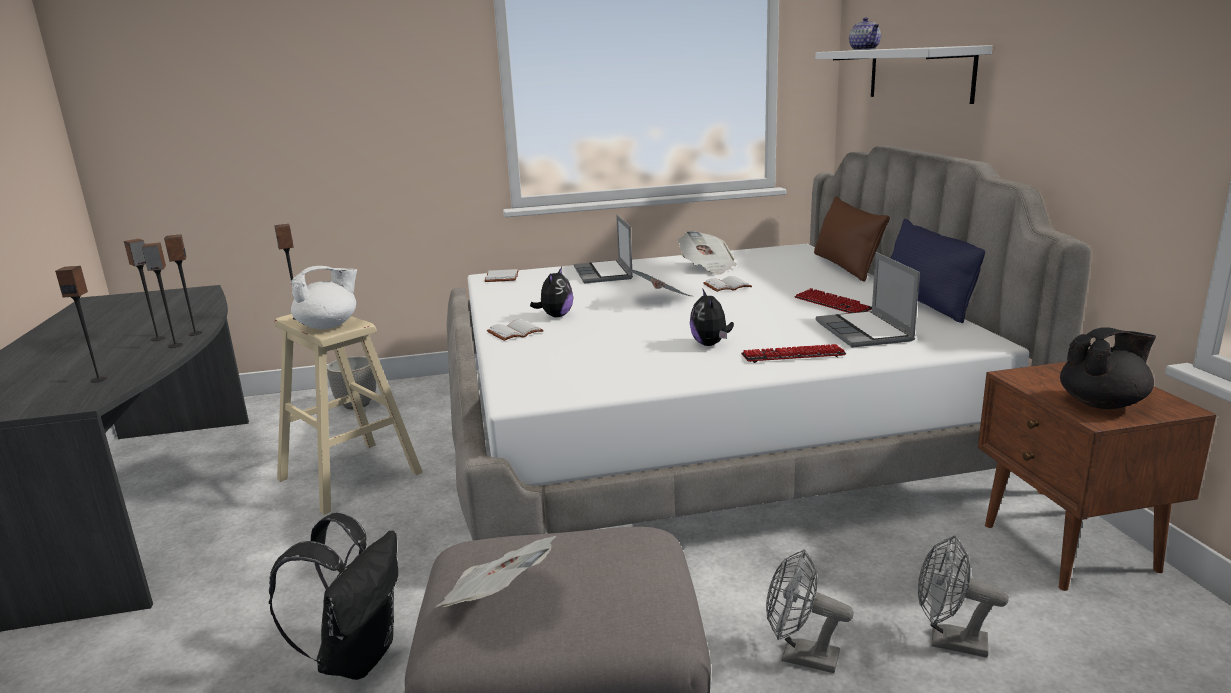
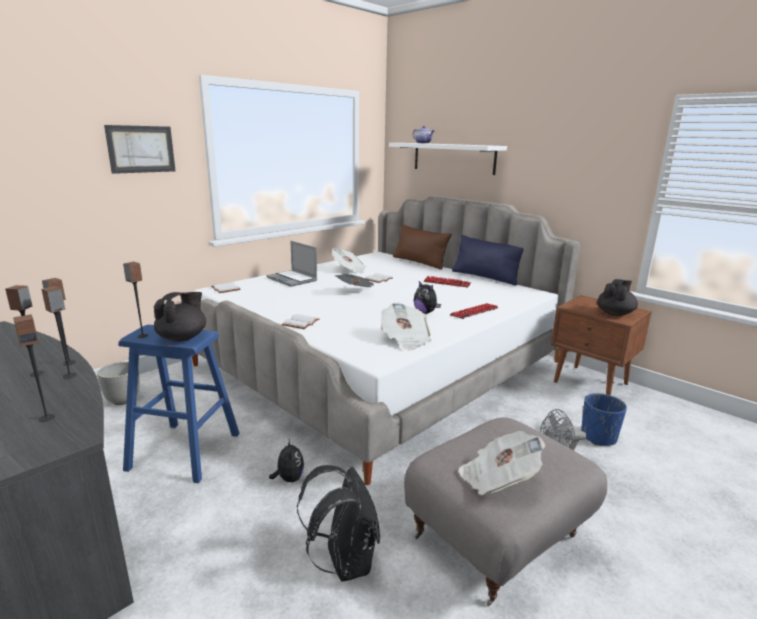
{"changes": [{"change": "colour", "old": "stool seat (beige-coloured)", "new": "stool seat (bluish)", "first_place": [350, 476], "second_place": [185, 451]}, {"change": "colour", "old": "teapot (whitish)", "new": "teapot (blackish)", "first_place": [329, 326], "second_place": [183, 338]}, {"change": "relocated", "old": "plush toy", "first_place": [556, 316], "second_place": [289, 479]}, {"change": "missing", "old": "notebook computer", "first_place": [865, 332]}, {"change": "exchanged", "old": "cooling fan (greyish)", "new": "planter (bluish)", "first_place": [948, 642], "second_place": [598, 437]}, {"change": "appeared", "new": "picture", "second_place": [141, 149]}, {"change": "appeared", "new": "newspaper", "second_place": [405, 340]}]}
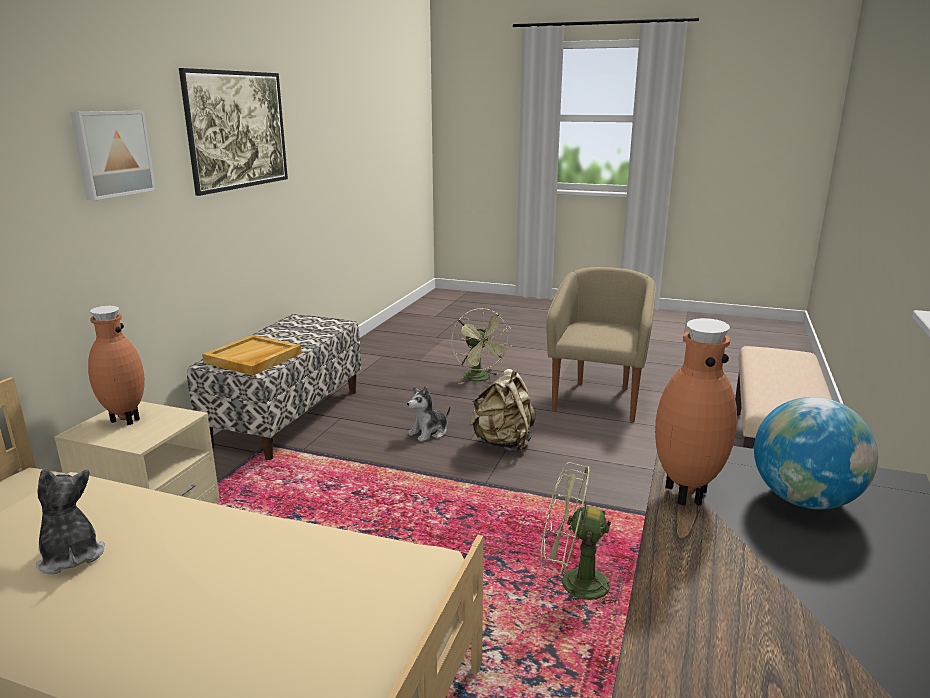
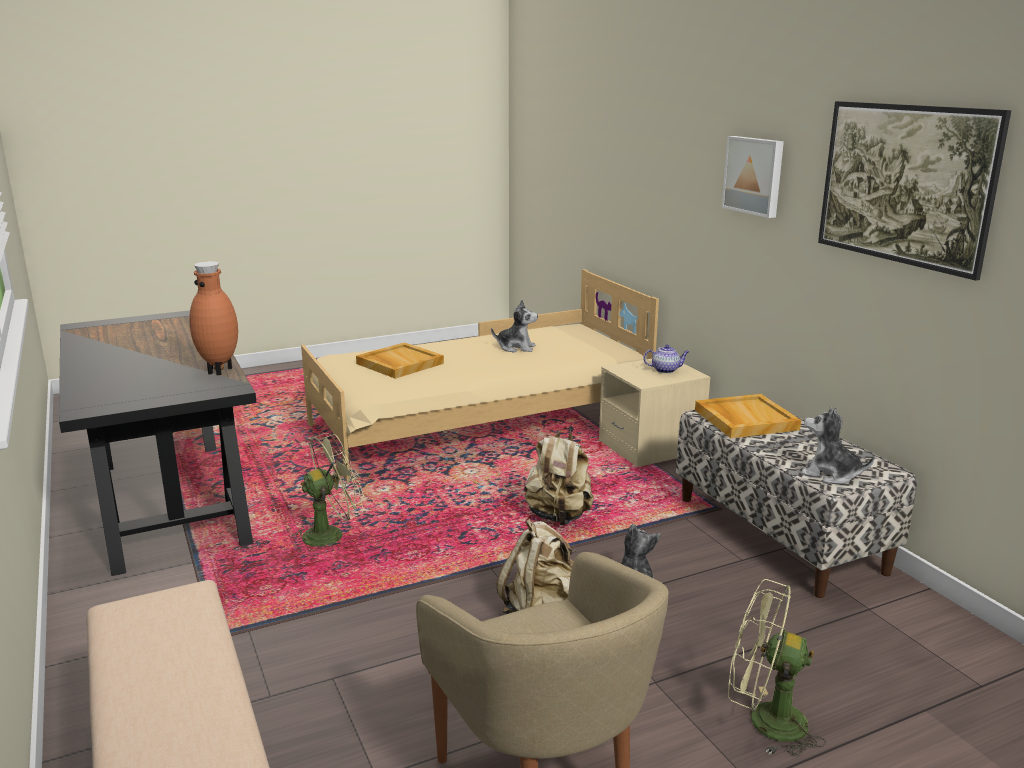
{"changes": [{"change": "exchanged", "old": "flower vase (brownish)", "new": "teapot", "first_place": [124, 420], "second_place": [666, 370]}, {"change": "missing", "old": "desk globe", "first_place": [804, 500]}, {"change": "appeared", "new": "carrying tray (beige-coloured)", "second_place": [399, 363]}, {"change": "appeared", "new": "knapsack (beige-coloured)", "second_place": [559, 517]}, {"change": "appeared", "new": "plush toy", "second_place": [830, 474]}]}
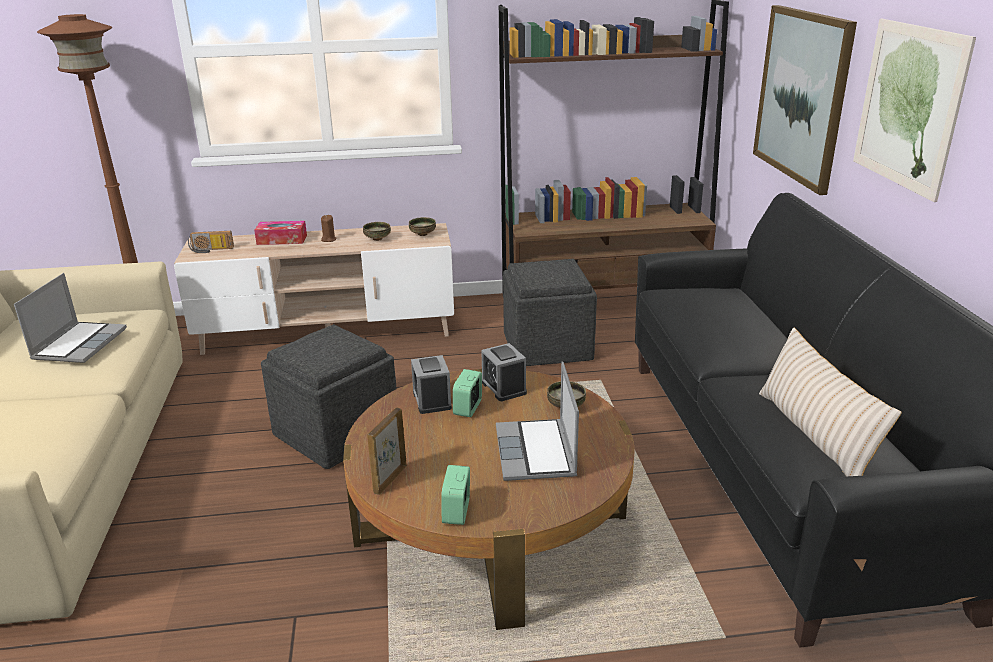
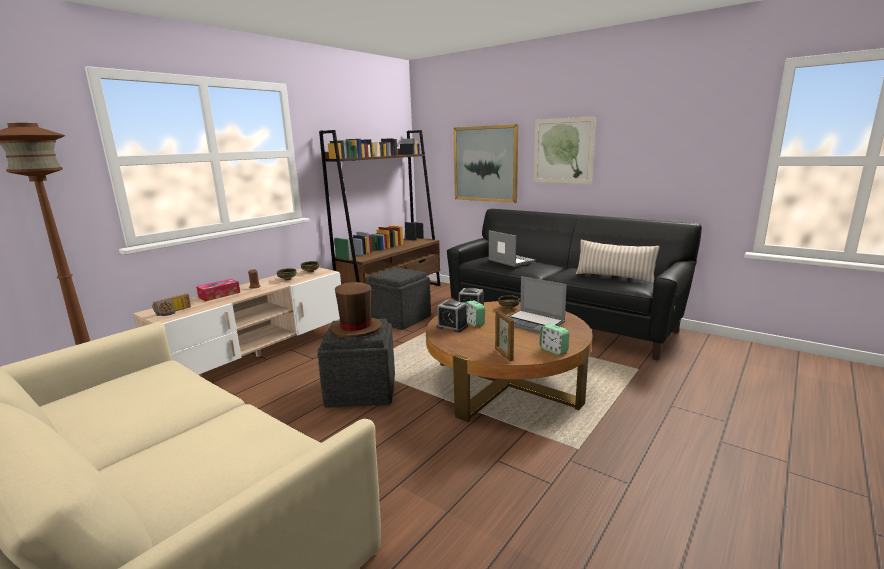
{"changes": [{"change": "relocated", "old": "notebook computer", "first_place": [79, 343], "second_place": [510, 261]}, {"change": "appeared", "new": "wearable hat (brownish)", "second_place": [356, 329]}]}
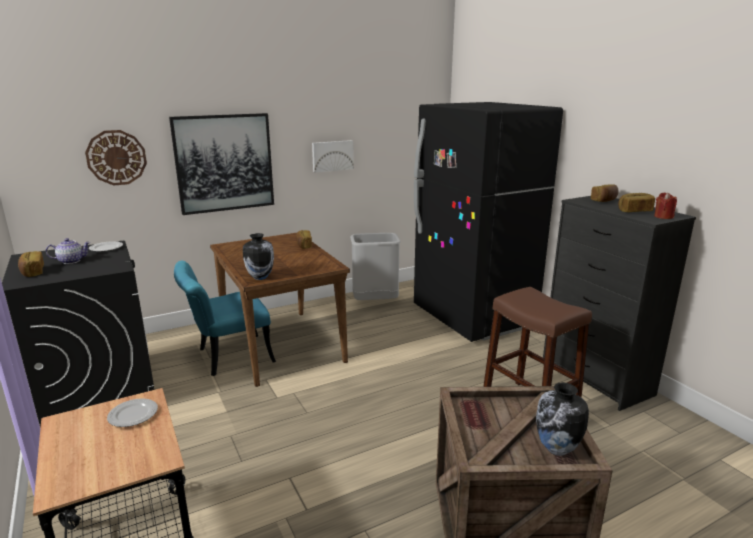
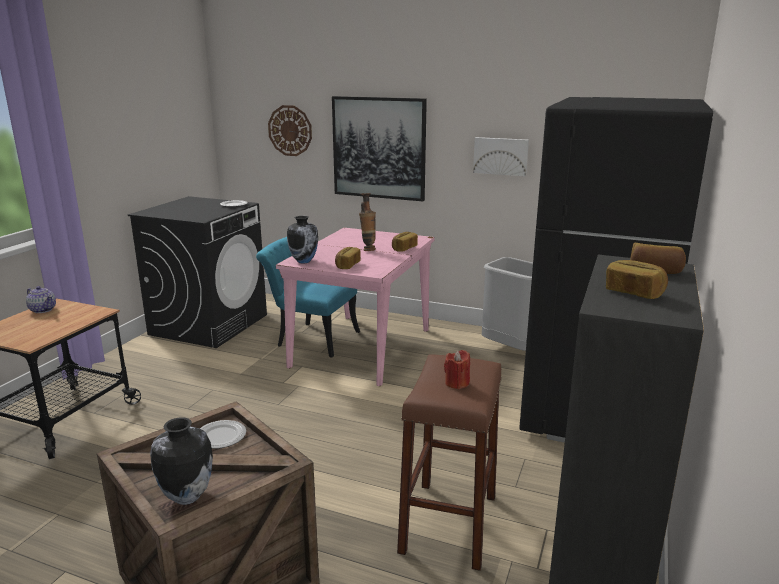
{"changes": [{"change": "relocated", "old": "bread", "first_place": [32, 272], "second_place": [347, 265]}, {"change": "relocated", "old": "teapot", "first_place": [71, 261], "second_place": [43, 310]}, {"change": "relocated", "old": "plate", "first_place": [132, 415], "second_place": [220, 436]}, {"change": "colour", "old": "kitchen table (brownish)", "new": "kitchen table (pink-coloured)", "first_place": [281, 344], "second_place": [362, 347]}, {"change": "relocated", "old": "candle (red)", "first_place": [663, 217], "second_place": [457, 383]}, {"change": "appeared", "new": "flower vase", "second_place": [368, 250]}]}
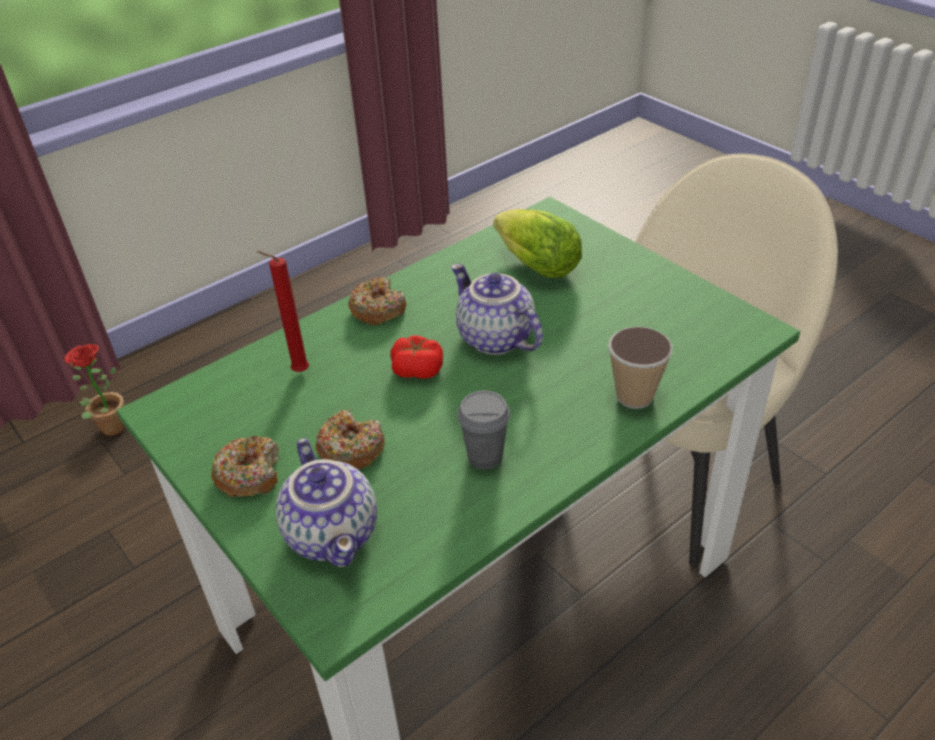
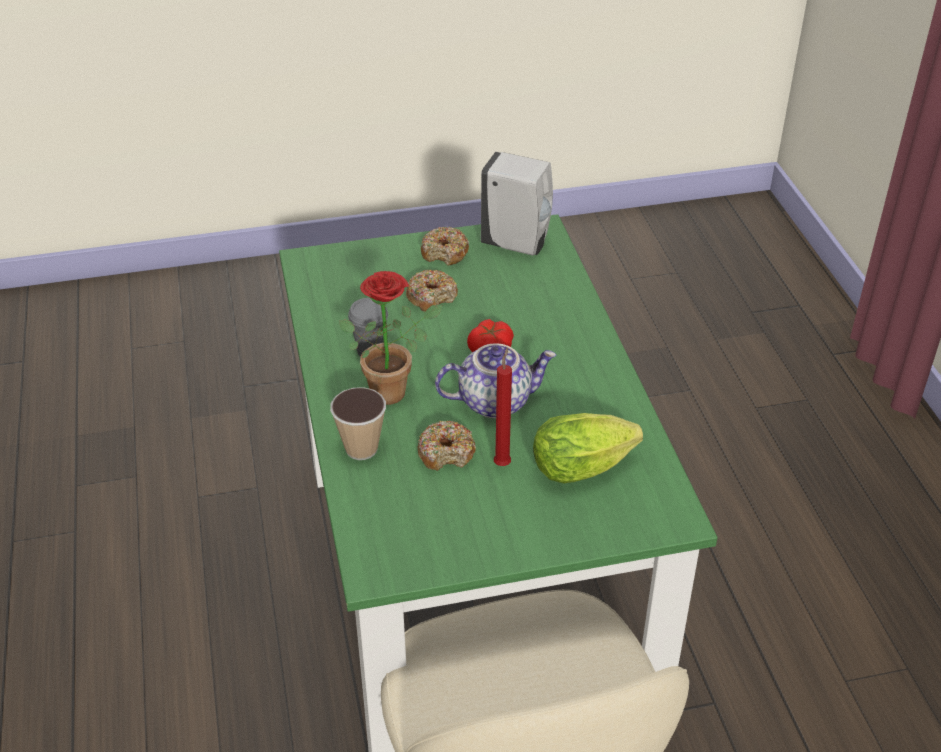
{"changes": [{"change": "relocated", "old": "houseplant", "first_place": [109, 426], "second_place": [394, 389]}, {"change": "relocated", "old": "candle (red)", "first_place": [298, 372], "second_place": [503, 463]}, {"change": "missing", "old": "teapot", "first_place": [335, 534]}, {"change": "relocated", "old": "ring doughnut", "first_place": [378, 309], "second_place": [446, 453]}, {"change": "appeared", "new": "liquid soap bottle (whitish)", "second_place": [518, 244]}]}
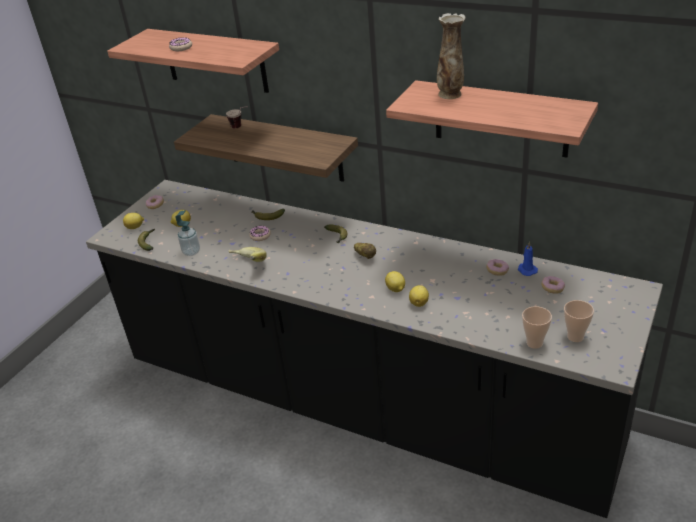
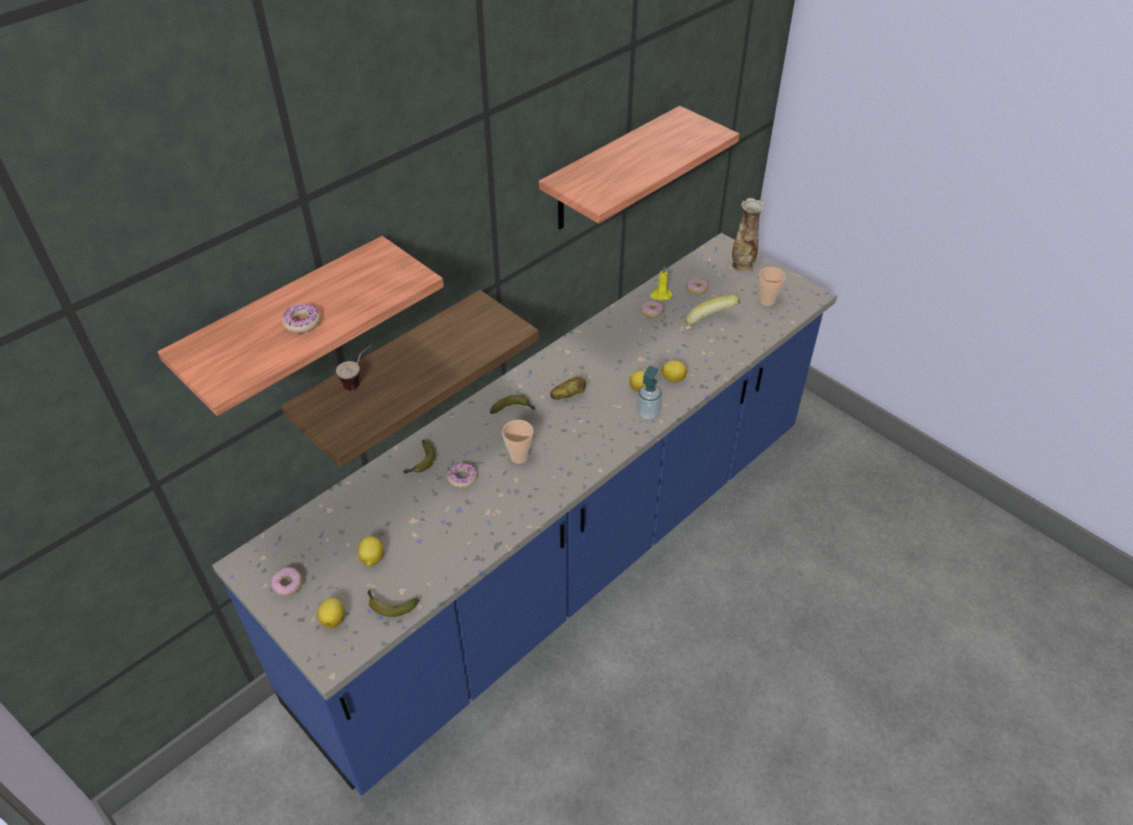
{"changes": [{"change": "colour", "old": "counter (blackish)", "new": "counter (bluish)", "first_place": [363, 404], "second_place": [566, 558]}, {"change": "relocated", "old": "liquid soap bottle", "first_place": [191, 252], "second_place": [648, 413]}, {"change": "relocated", "old": "banana fruit", "first_place": [247, 265], "second_place": [709, 325]}, {"change": "relocated", "old": "flower vase", "first_place": [450, 94], "second_place": [742, 265]}, {"change": "colour", "old": "candle (bluish)", "new": "candle (yellow-coloured)", "first_place": [526, 270], "second_place": [660, 295]}, {"change": "relocated", "old": "drinking cup", "first_place": [534, 343], "second_place": [519, 457]}]}
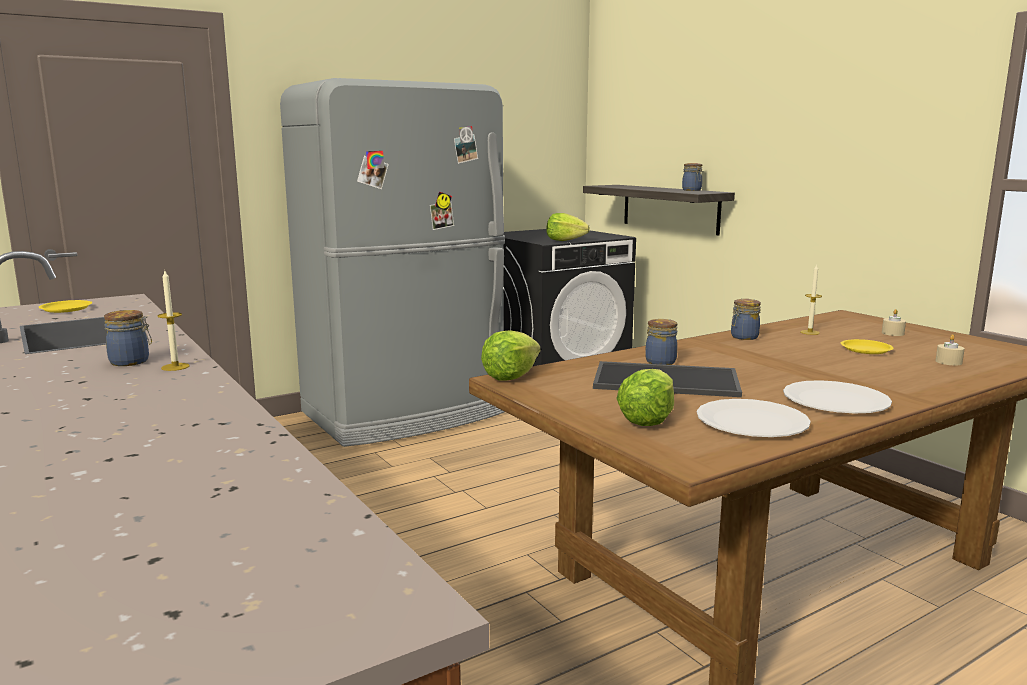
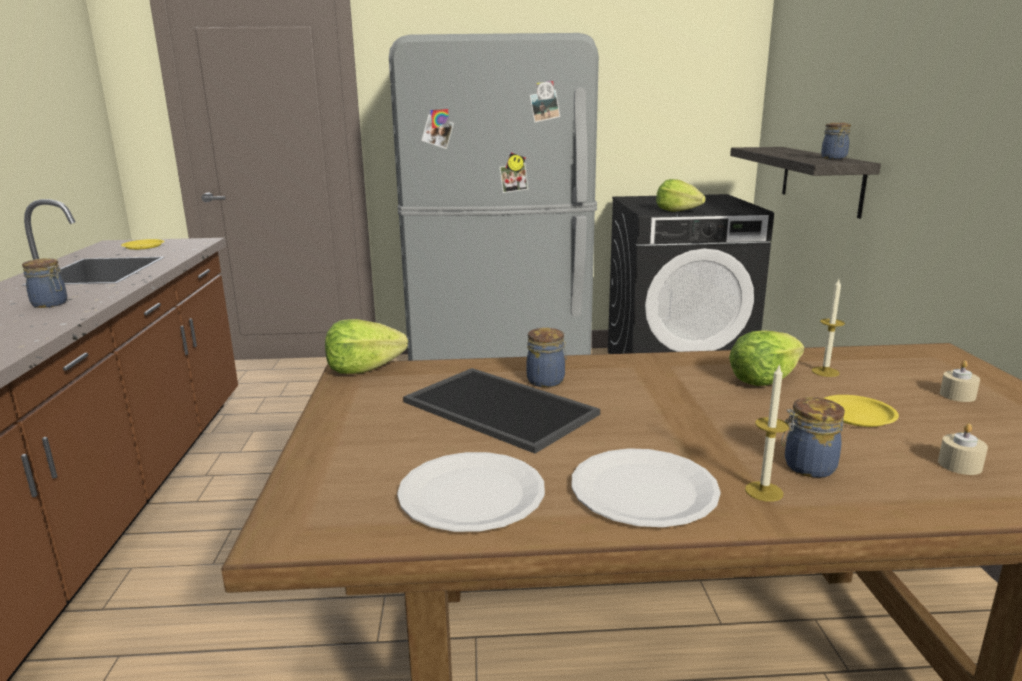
{"changes": [{"change": "relocated", "old": "candle", "first_place": [175, 367], "second_place": [764, 491]}, {"change": "relocated", "old": "lettuce head", "first_place": [647, 420], "second_place": [763, 380]}, {"change": "relocated", "old": "storage jar", "first_place": [743, 337], "second_place": [807, 467]}]}
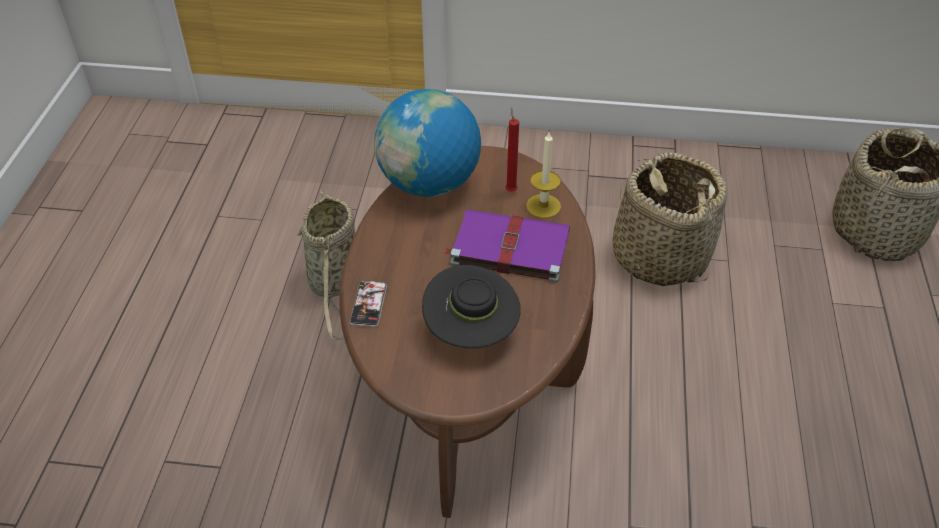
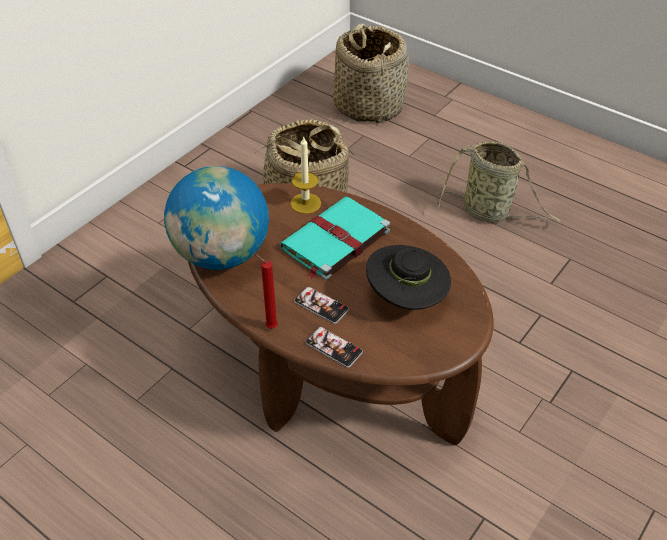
{"changes": [{"change": "relocated", "old": "basket", "first_place": [333, 284], "second_place": [489, 212]}, {"change": "colour", "old": "volume (purplish)", "new": "volume (turquoise-coloured)", "first_place": [508, 248], "second_place": [334, 241]}, {"change": "relocated", "old": "candle (red)", "first_place": [510, 190], "second_place": [269, 326]}, {"change": "appeared", "new": "telephone", "second_place": [321, 306]}]}
